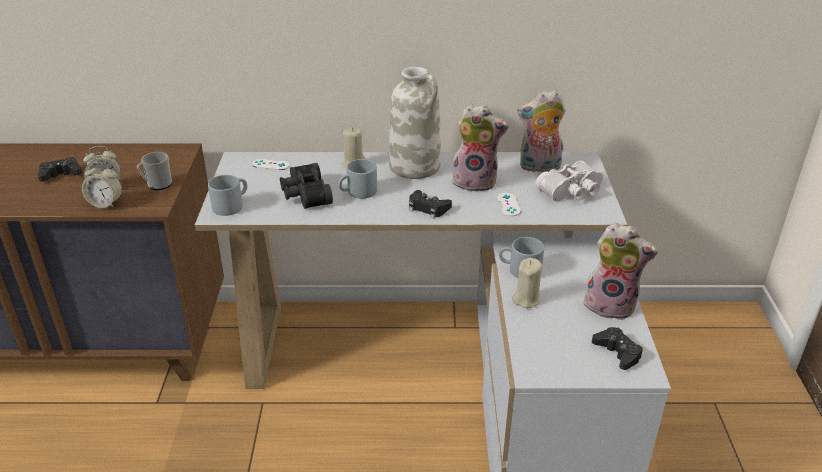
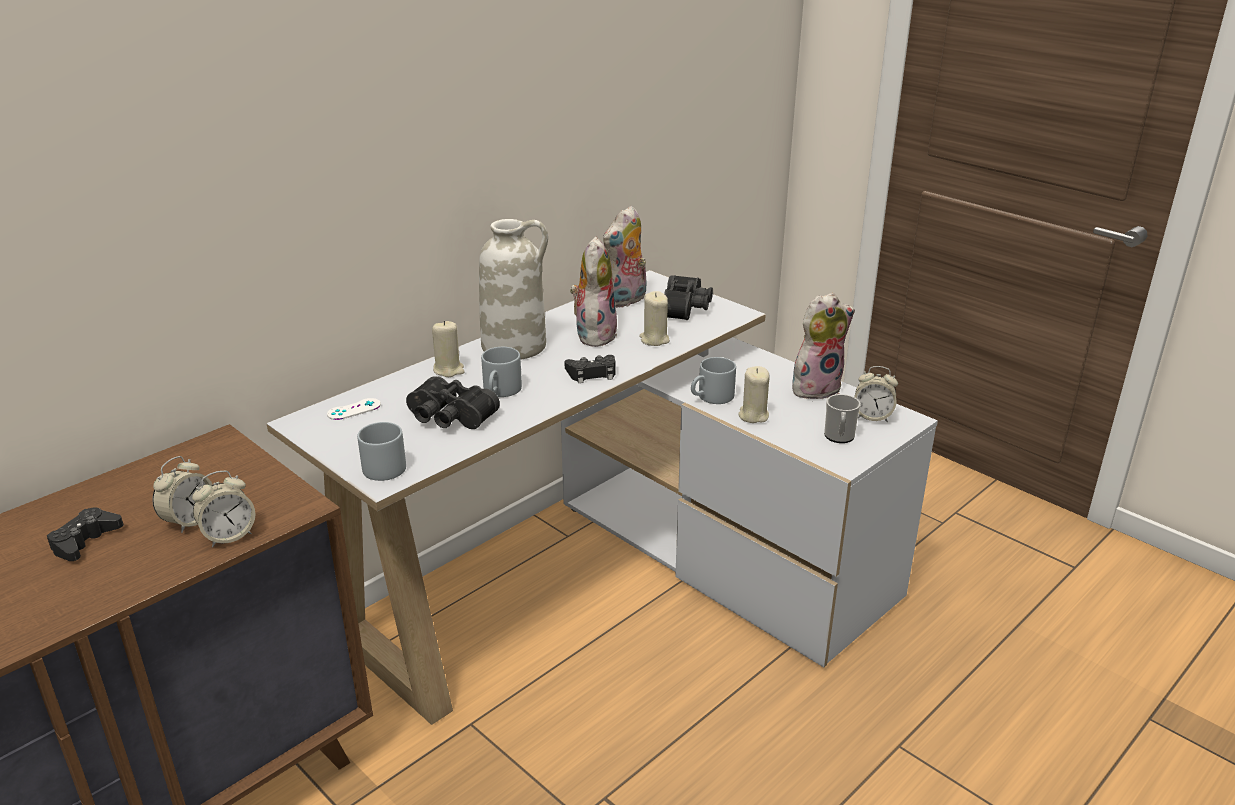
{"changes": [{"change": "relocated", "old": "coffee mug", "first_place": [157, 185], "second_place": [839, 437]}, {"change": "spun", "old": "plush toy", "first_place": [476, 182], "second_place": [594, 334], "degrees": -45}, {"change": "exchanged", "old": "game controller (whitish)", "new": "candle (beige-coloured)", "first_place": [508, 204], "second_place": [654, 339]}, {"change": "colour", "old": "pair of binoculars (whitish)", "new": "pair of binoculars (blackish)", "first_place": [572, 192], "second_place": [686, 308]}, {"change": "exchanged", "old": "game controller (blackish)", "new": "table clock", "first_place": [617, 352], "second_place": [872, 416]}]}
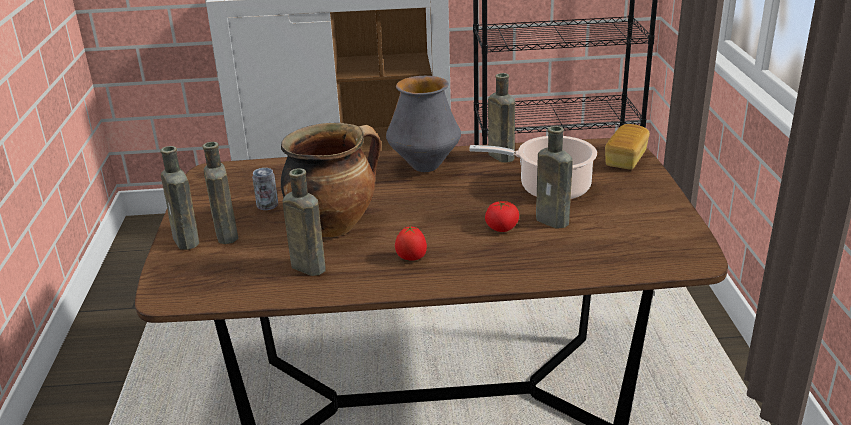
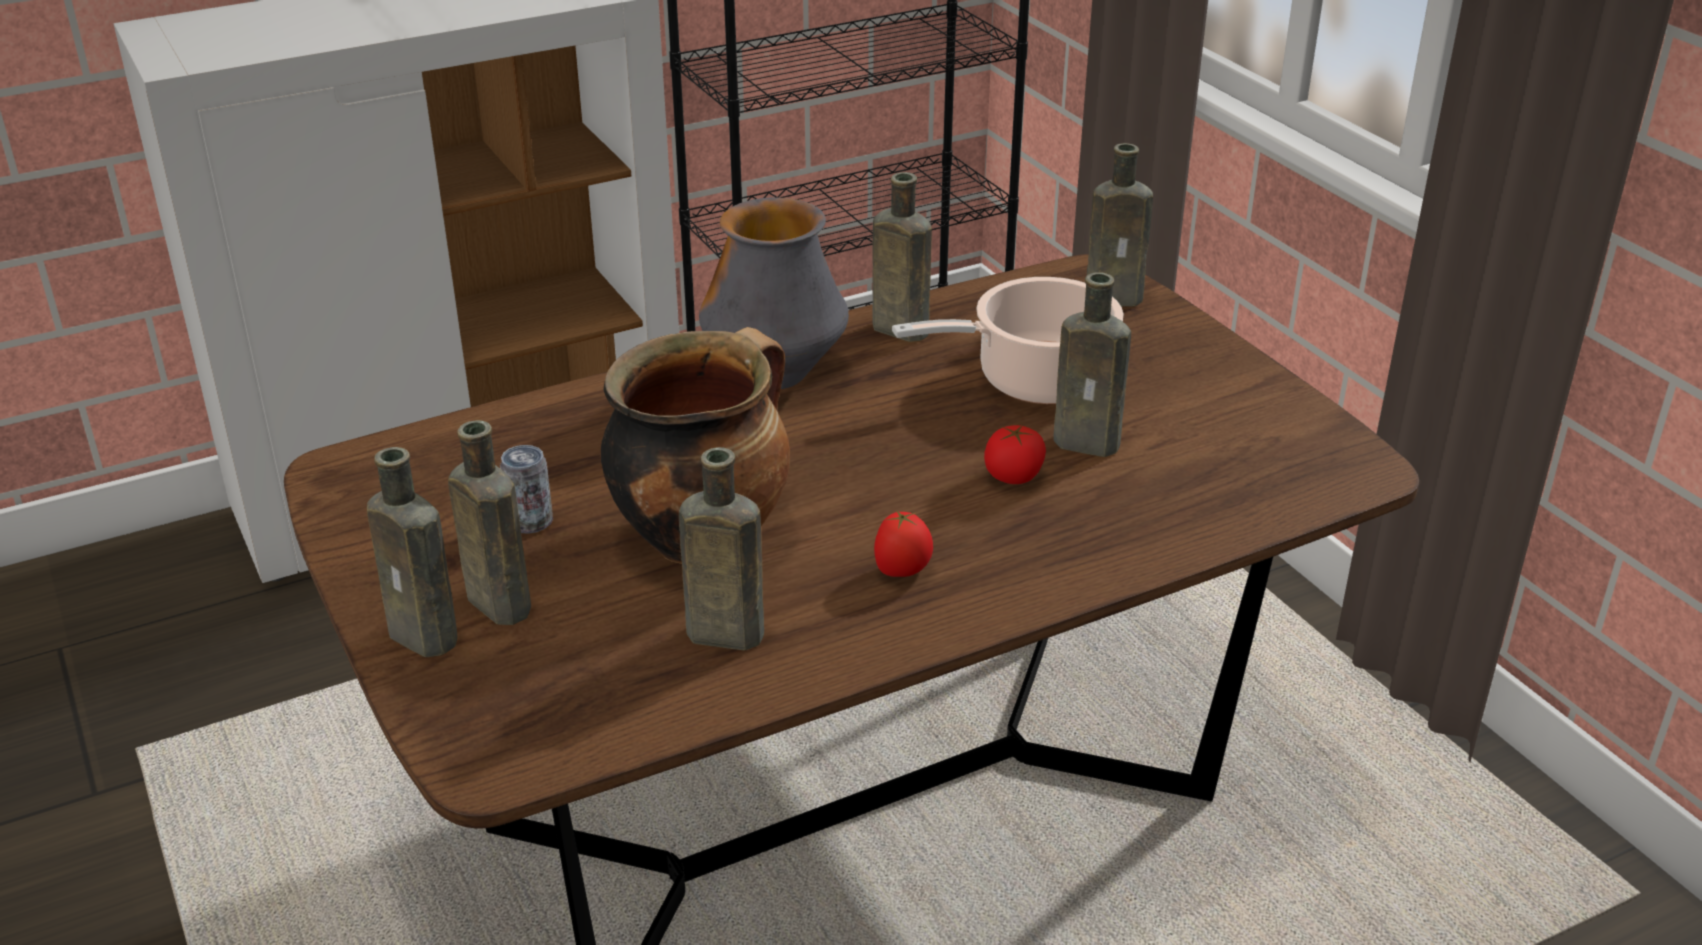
{"changes": [{"change": "exchanged", "old": "bread", "new": "drink bottle (brownish)", "first_place": [625, 159], "second_place": [1118, 298]}]}
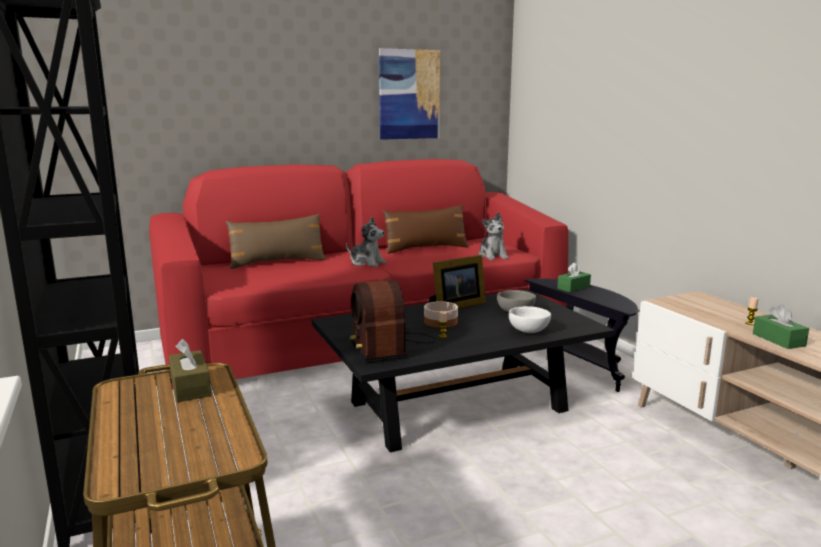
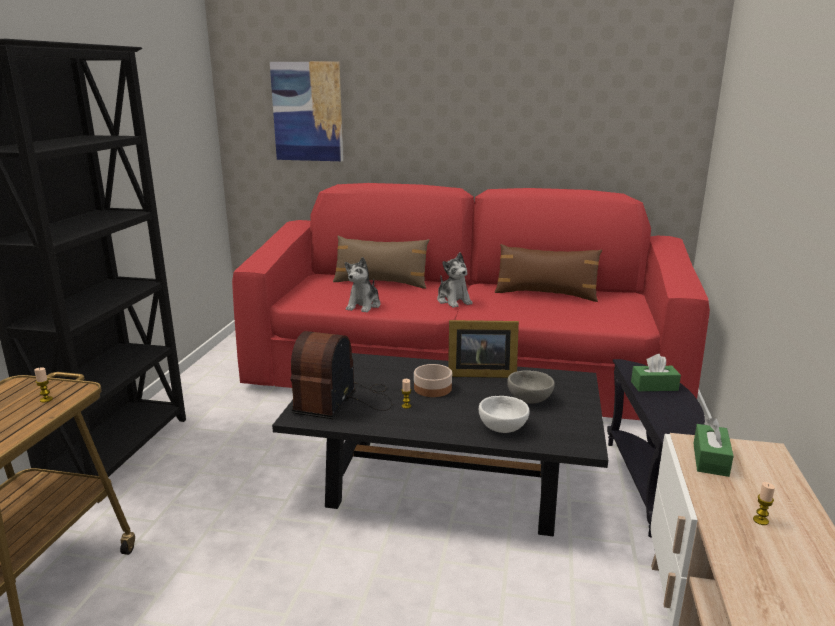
{"changes": [{"change": "exchanged", "old": "tissue holder (brownish)", "new": "candle", "first_place": [190, 387], "second_place": [46, 399]}, {"change": "relocated", "old": "picture", "first_place": [409, 94], "second_place": [307, 112]}, {"change": "relocated", "old": "plush toy", "first_place": [492, 256], "second_place": [364, 305]}, {"change": "relocated", "old": "tissue holder (green-coloured)", "first_place": [778, 340], "second_place": [710, 459]}]}
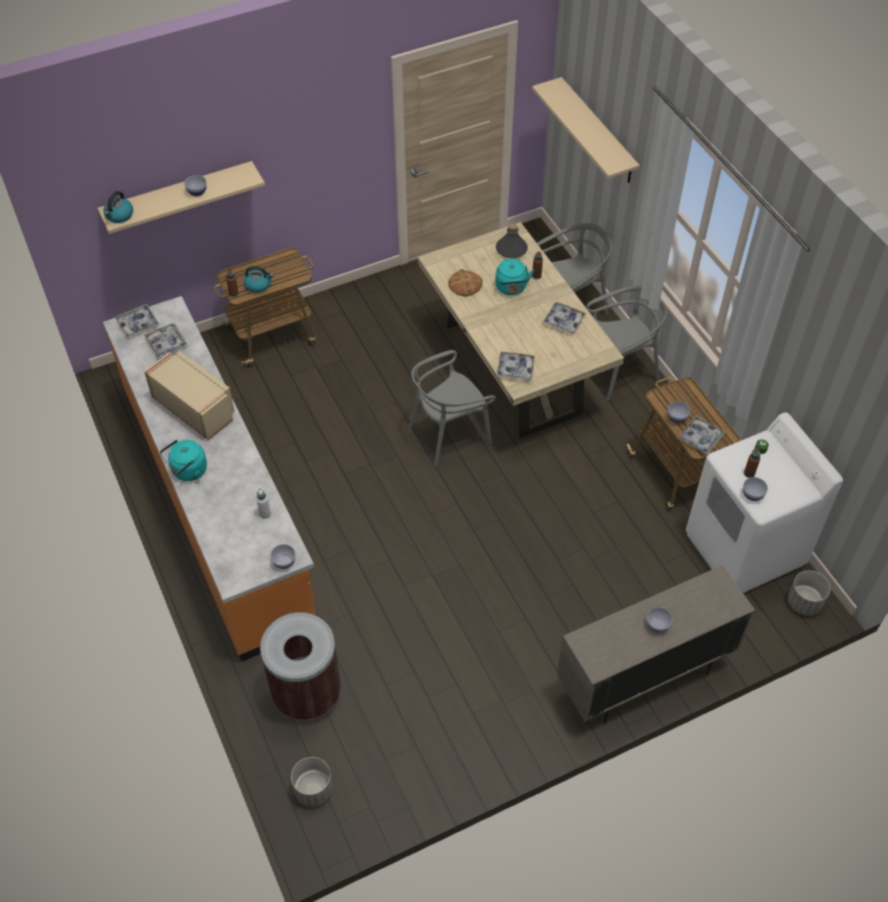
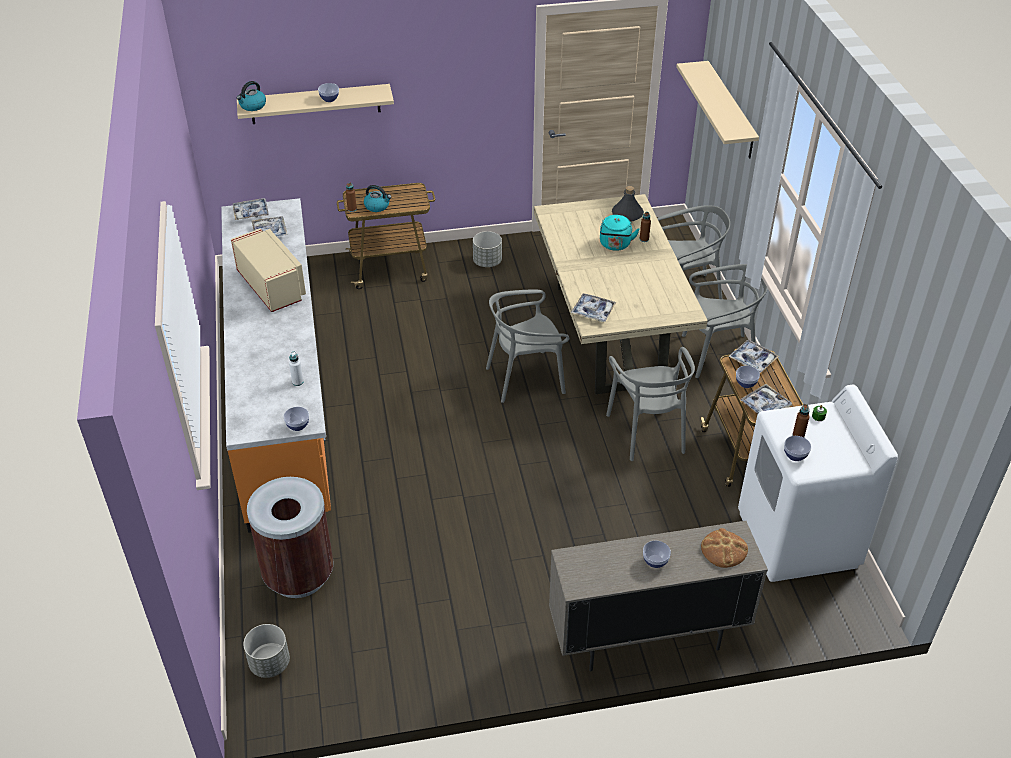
{"changes": [{"change": "missing", "old": "water kettle (turquoise-coloured)", "first_place": [187, 471]}, {"change": "relocated", "old": "bread", "first_place": [465, 284], "second_place": [724, 550]}, {"change": "relocated", "old": "carrying tray", "first_place": [563, 321], "second_place": [752, 360]}, {"change": "relocated", "old": "planter (greyish)", "first_place": [804, 602], "second_place": [487, 262]}, {"change": "appeared", "new": "chair (greyish)", "second_place": [647, 432]}]}
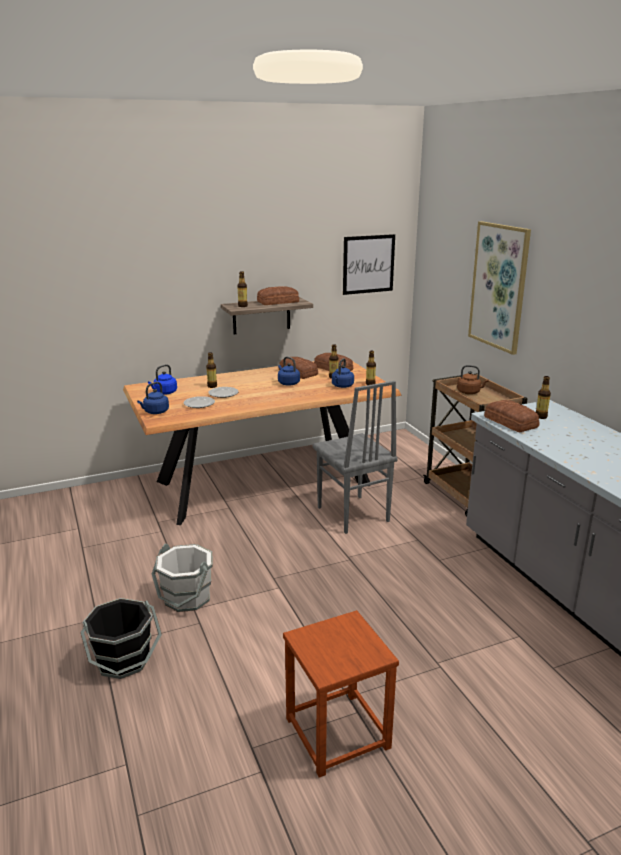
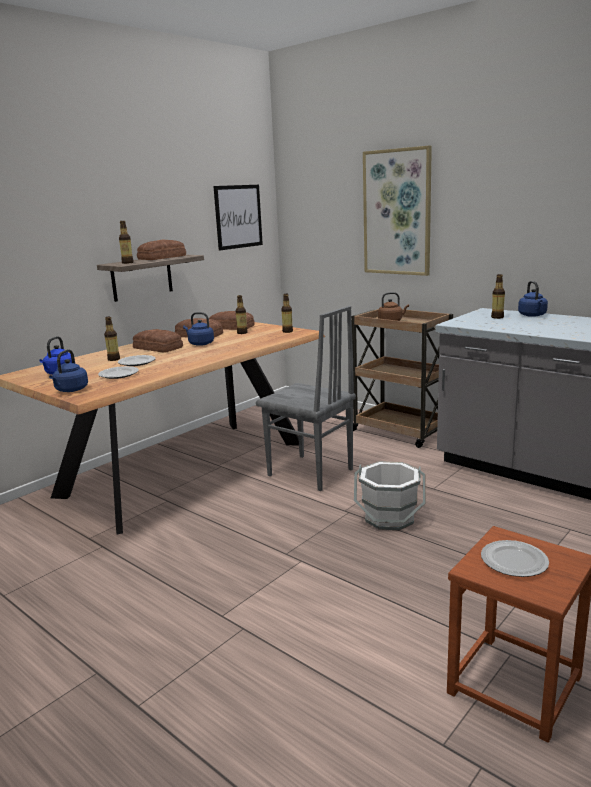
{"changes": [{"change": "missing", "old": "pail (blackish)", "first_place": [123, 660]}, {"change": "relocated", "old": "pail (whitish)", "first_place": [187, 598], "second_place": [390, 518]}, {"change": "relocated", "old": "water kettle (bluish)", "first_place": [342, 386], "second_place": [532, 315]}, {"change": "relocated", "old": "bread", "first_place": [510, 422], "second_place": [157, 348]}, {"change": "appeared", "new": "plate", "second_place": [514, 561]}]}
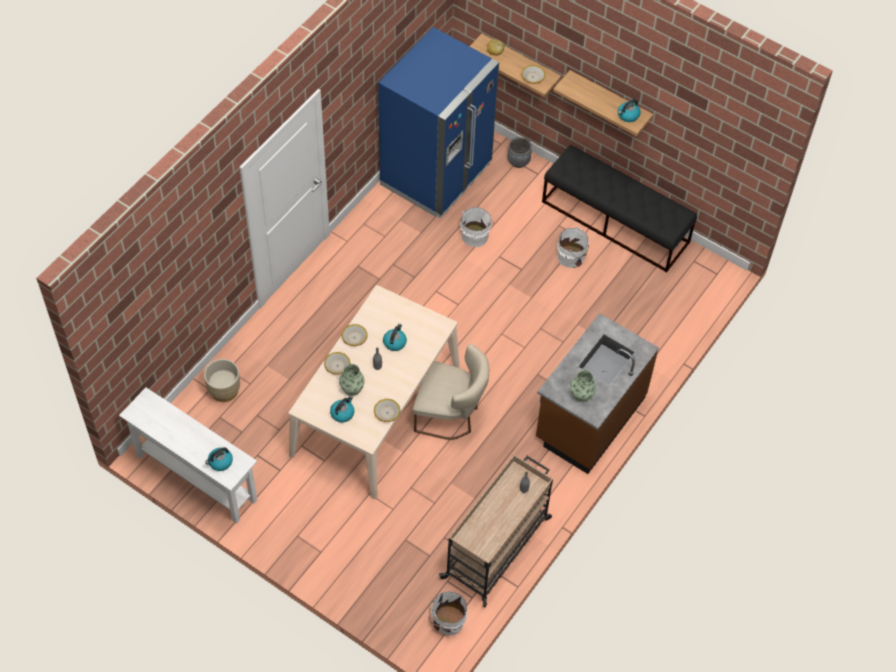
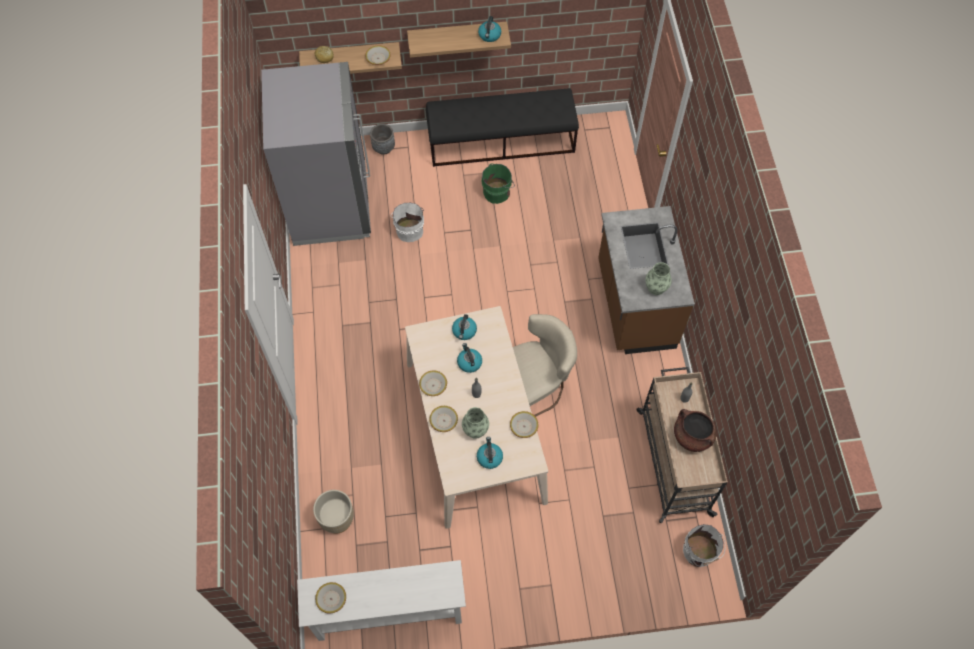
{"changes": [{"change": "relocated", "old": "water kettle", "first_place": [220, 462], "second_place": [464, 331]}, {"change": "colour", "old": "kitchen fridge (bluish)", "new": "kitchen fridge (greyish)", "first_place": [436, 175], "second_place": [330, 205]}, {"change": "colour", "old": "pail (whitish)", "new": "pail (green-coloured)", "first_place": [572, 257], "second_place": [498, 192]}, {"change": "appeared", "new": "bowl", "second_place": [331, 599]}, {"change": "appeared", "new": "saucepot (brownish)", "second_place": [692, 436]}]}
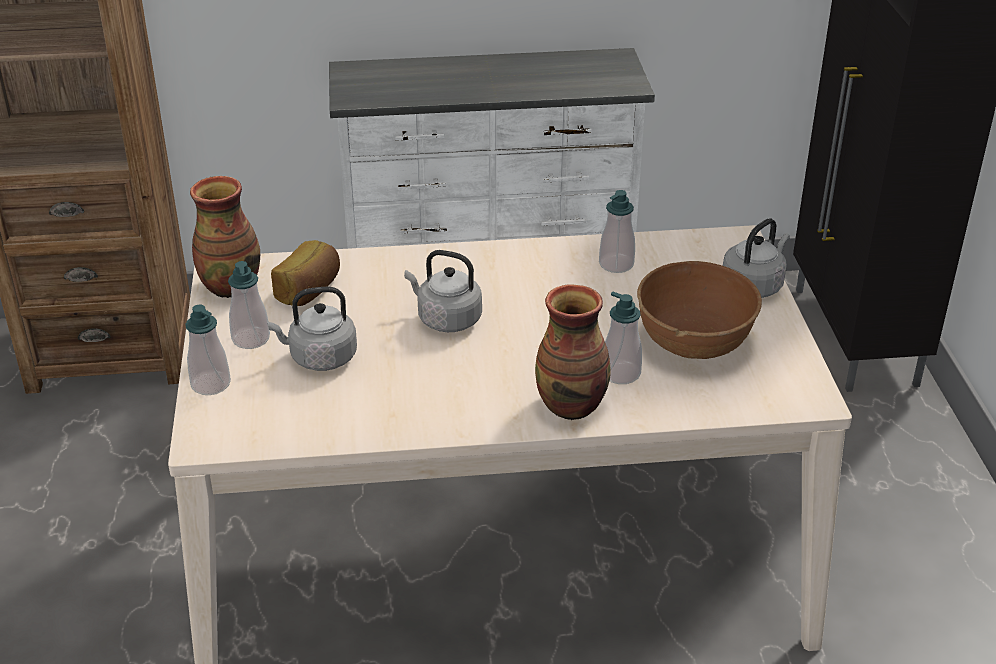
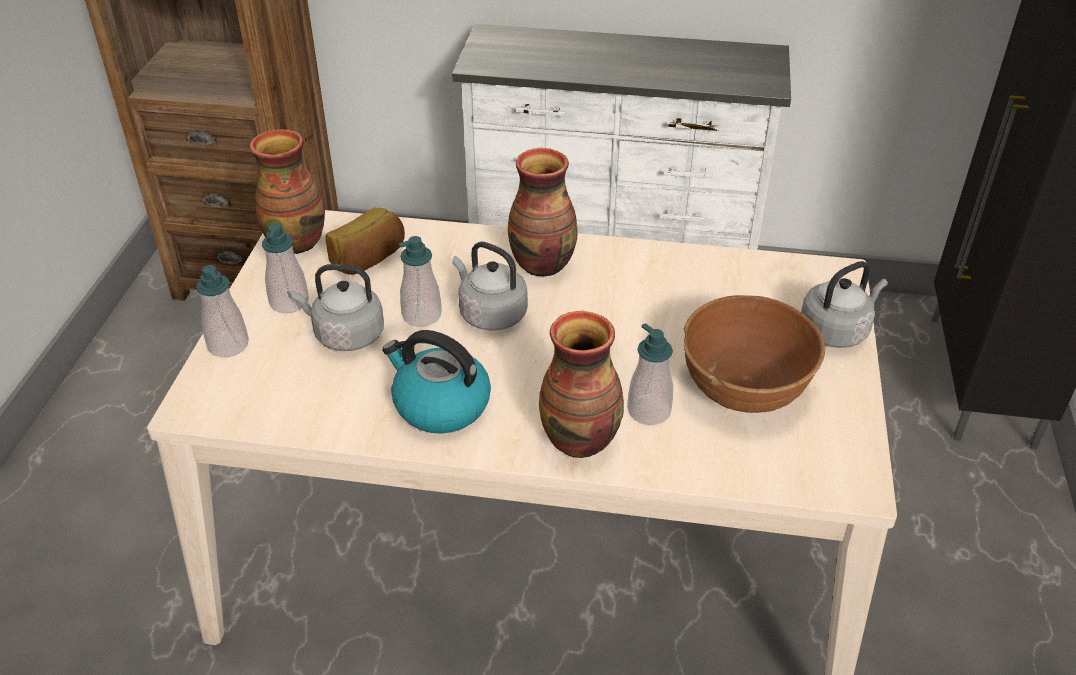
{"changes": [{"change": "relocated", "old": "liquid soap bottle", "first_place": [616, 264], "second_place": [421, 315]}, {"change": "appeared", "new": "water kettle", "second_place": [440, 405]}, {"change": "appeared", "new": "flower vase", "second_place": [544, 264]}]}
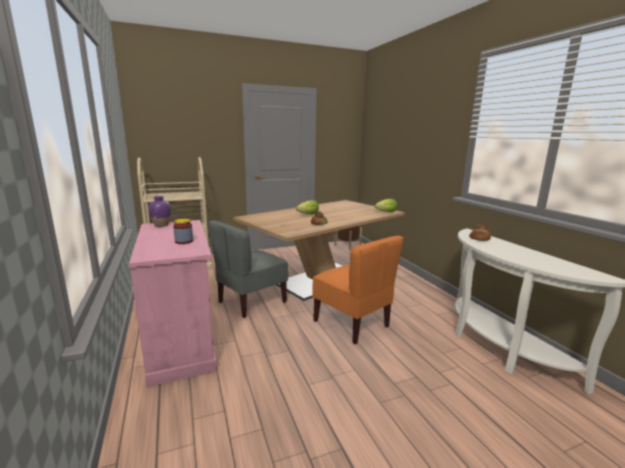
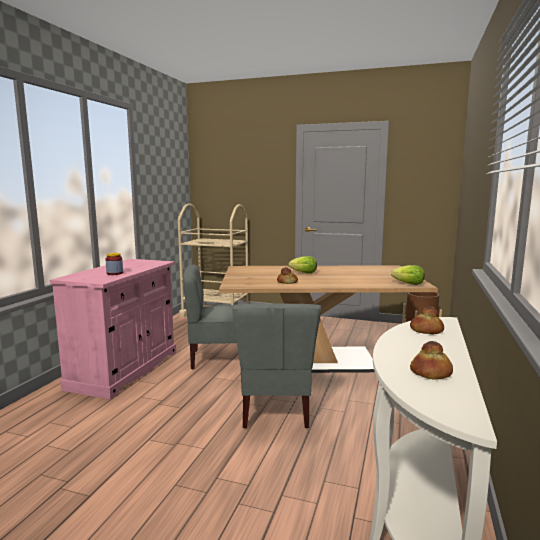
{"changes": [{"change": "missing", "old": "flower vase (purplish)", "first_place": [161, 225]}, {"change": "colour", "old": "chair (orangey)", "new": "chair (greyish)", "first_place": [352, 323], "second_place": [275, 410]}, {"change": "appeared", "new": "bread", "second_place": [431, 373]}]}
